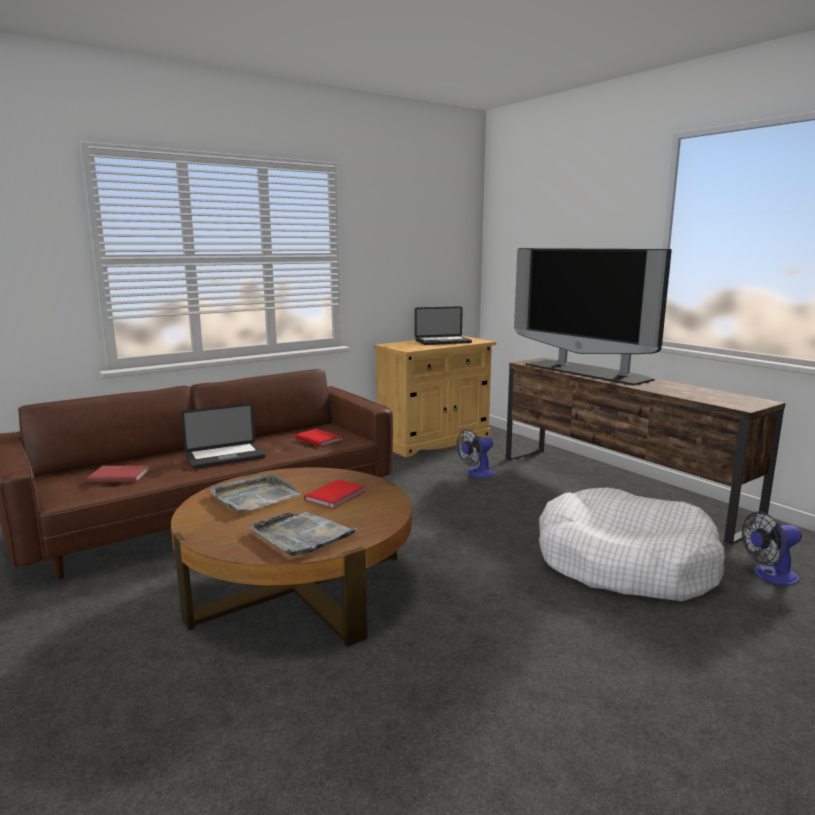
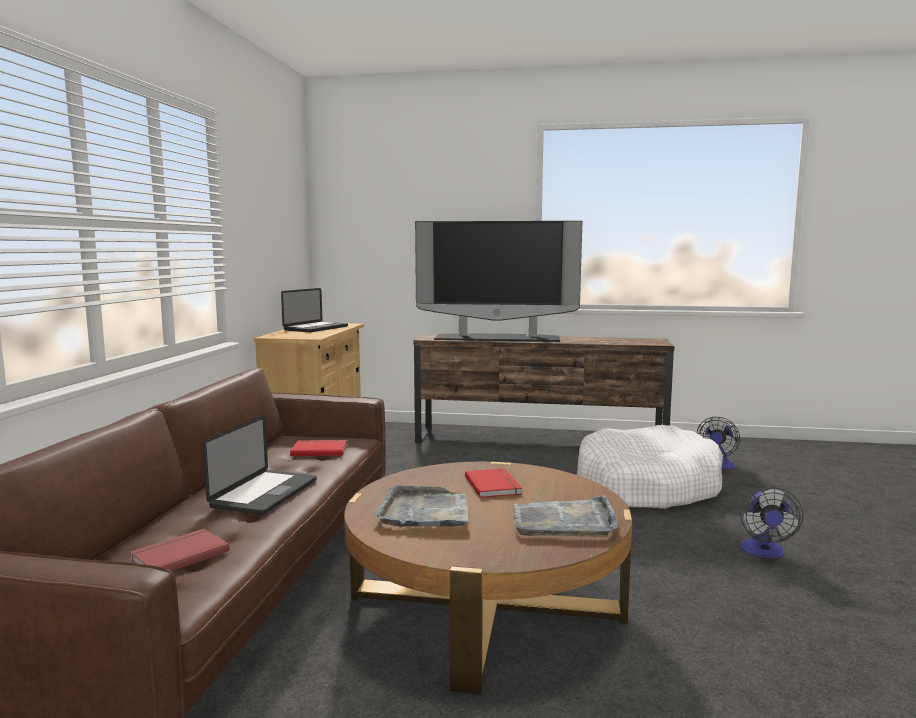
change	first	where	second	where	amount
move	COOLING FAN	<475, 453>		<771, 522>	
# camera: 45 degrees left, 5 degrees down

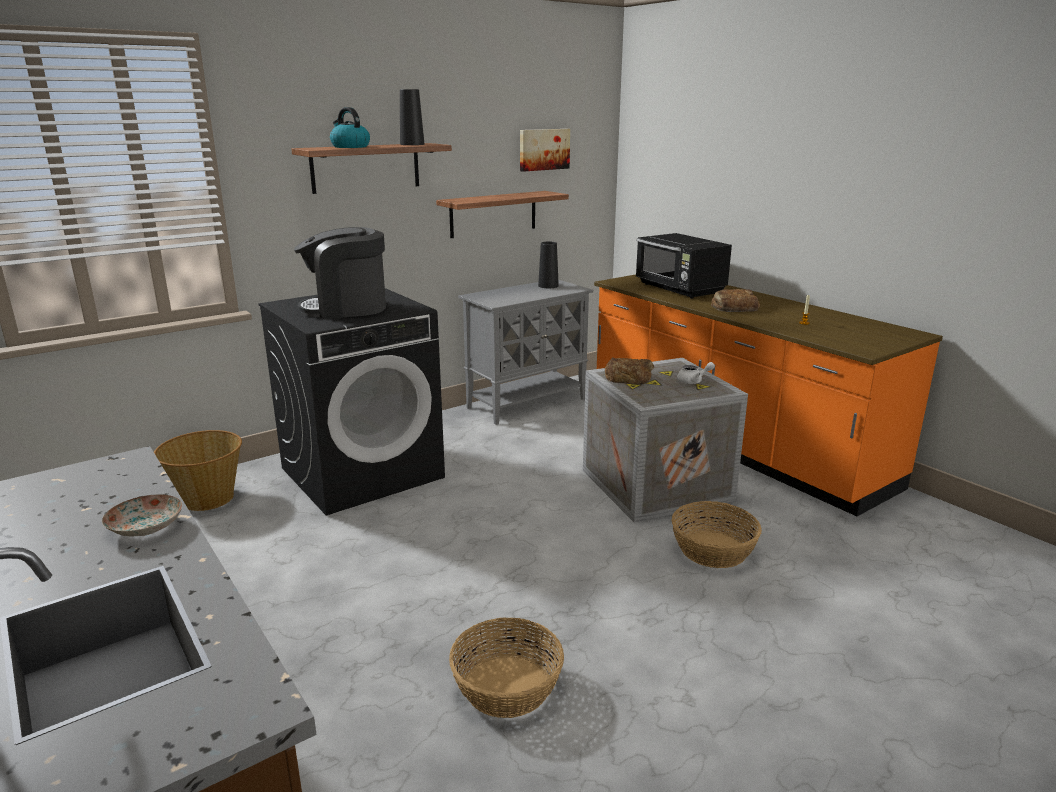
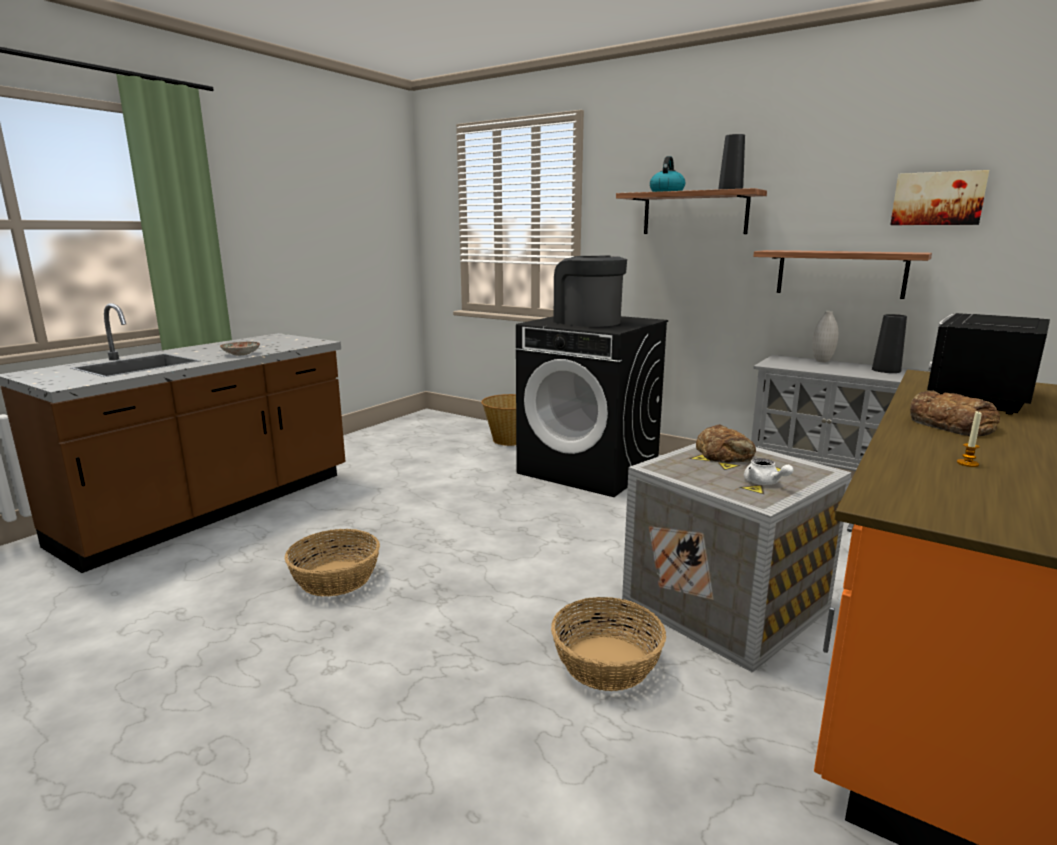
change	first	where	second	where	amount
insert			WHITE-COLOURED DECORATIVE VASE	<825, 336>	
# camera: 70 degrees right, 5 degrees down

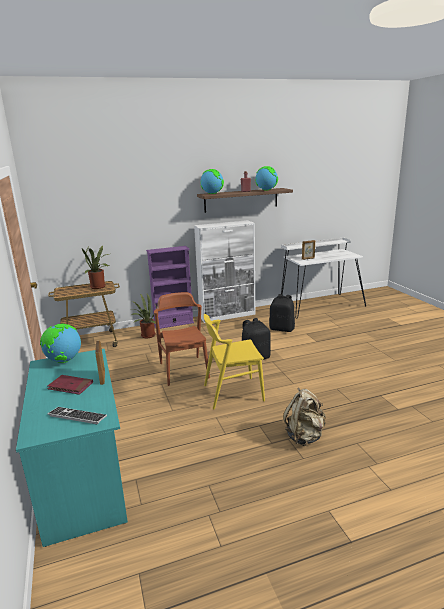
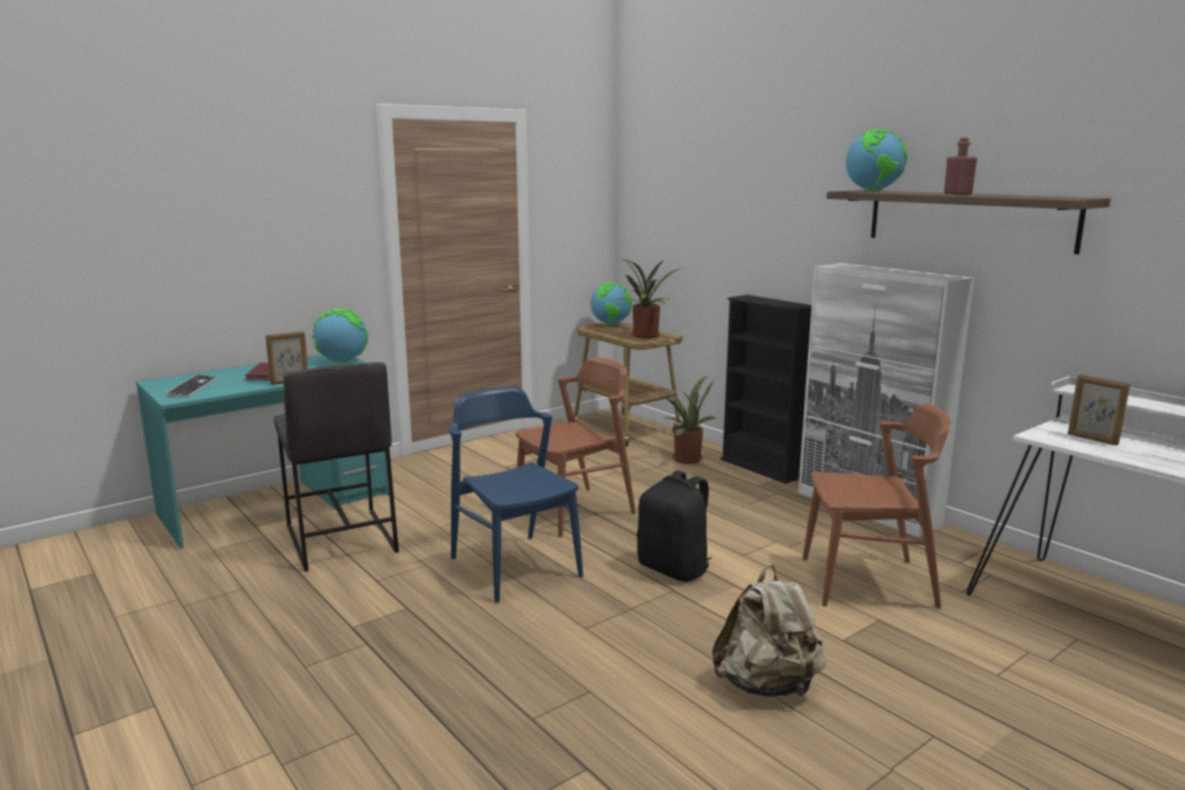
change	first	where	second	where	amount
recolor	PURPLE-COLOURED BOOKCASE	<170, 287>	BLACKISH BOOKCASE	<766, 389>	
recolor	YELLOW PLAIN CHAIR	<234, 361>	BLUISH PLAIN CHAIR	<516, 494>	
move	WORLD GLOBE	<266, 178>		<611, 303>	
replace	BLACKISH RUCKSACK	<282, 313>	BROWNISH PLAIN CHAIR	<877, 506>	
move	SAND-COLOURED RUCKSACK	<304, 417>		<769, 631>	
insert			GREYISH STOOL	<336, 467>	
# camera: 70 degrees right, 5 degrees down

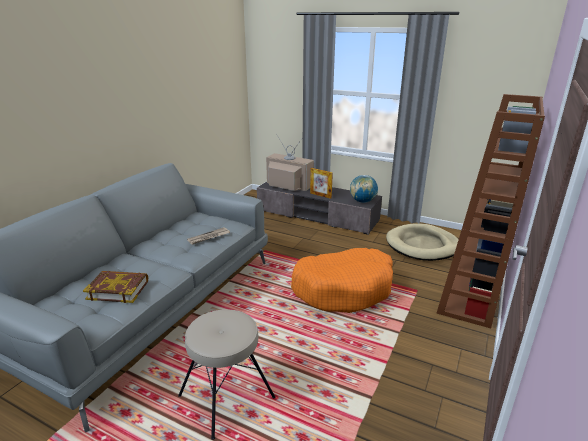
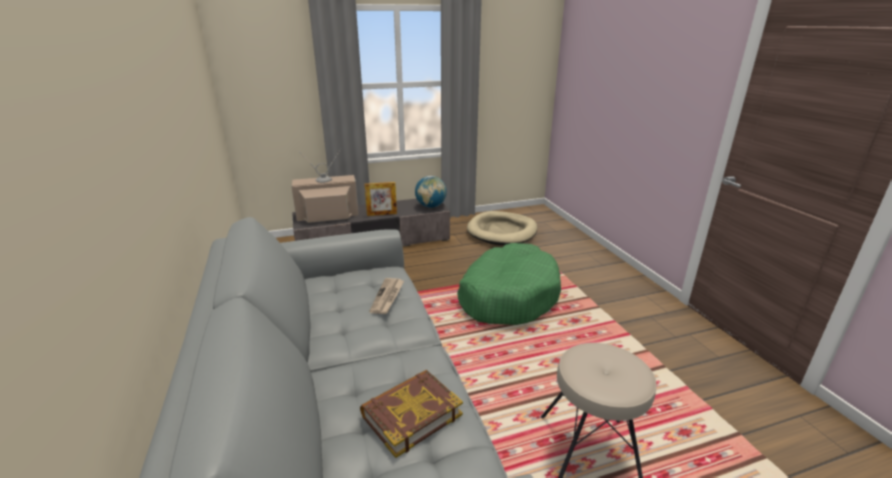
change	first	where	second	where	amount
recolor	ORANGE PET BED	<342, 280>	GREEN-COLOURED PET BED	<509, 284>	
delete	BROWNISH BOOKCASE	<491, 211>			
# camera: 45 degrees left, 0 degrees up

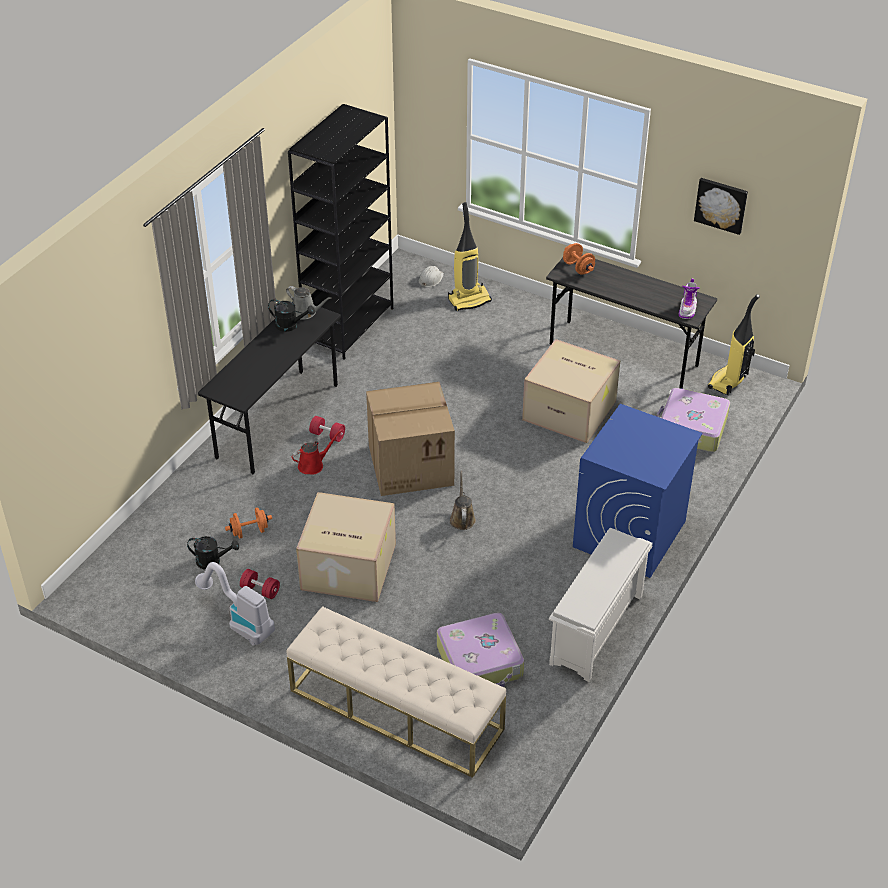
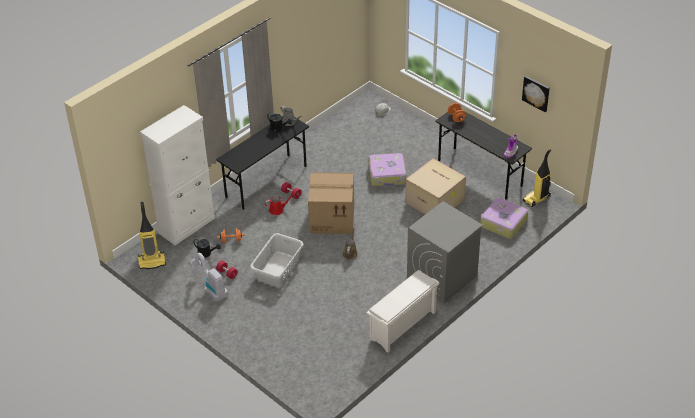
change	first	where	second	where	amount
delete	SAND-COLOURED INDOOR BENCH	<396, 692>			
delete	BLACKISH BOOKCASE	<340, 232>			
replace	CARTON	<346, 547>	GREYISH LAUNDRY BASKET	<277, 260>	
move	PIECE OF LUGGAGE	<480, 650>		<387, 169>	
move	VACUUM	<470, 256>		<152, 235>	
recolor	BLUISH LAUNDRY APPLIANCE	<637, 491>	GREYISH LAUNDRY APPLIANCE	<445, 252>	
insert			WHITE-COLOURED CABINET	<177, 175>	
# camera: 15 degrees right, 0 degrees up

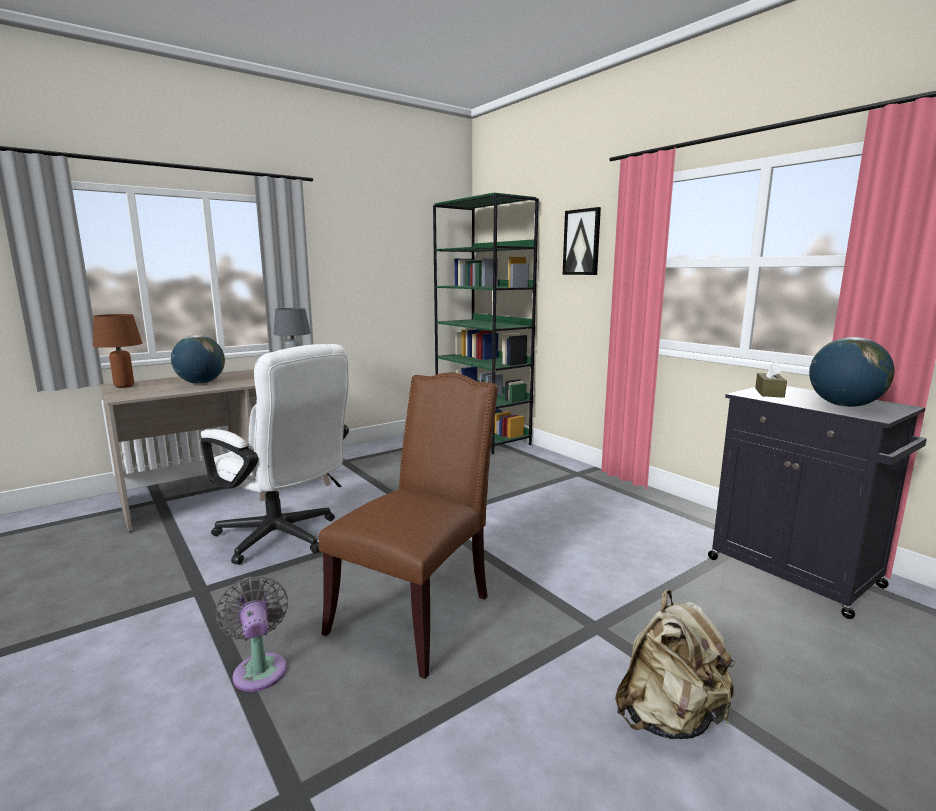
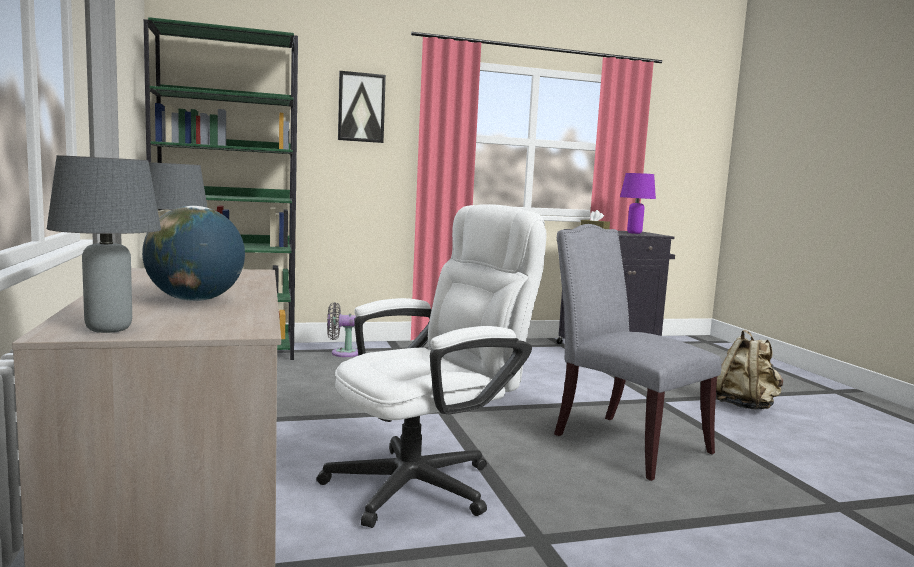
change	first	where	second	where	amount
recolor	BROWNISH TABLETOP LAMP	<117, 351>	GREYISH TABLETOP LAMP	<104, 244>	
move	GREYISH COOLING FAN	<252, 634>		<342, 329>	
recolor	BROWNISH PLAIN CHAIR	<408, 525>	GREYISH PLAIN CHAIR	<638, 352>	
replace	WORLD GLOBE	<851, 372>	PURPLE-COLOURED TABLETOP LAMP	<638, 203>	
# camera: 70 degrees left, 5 degrees down

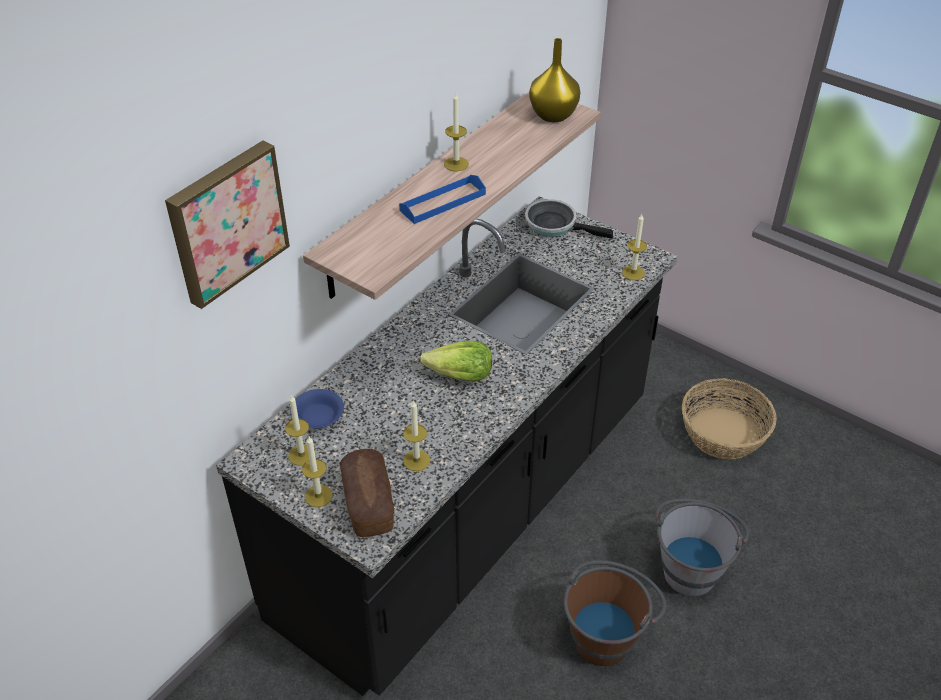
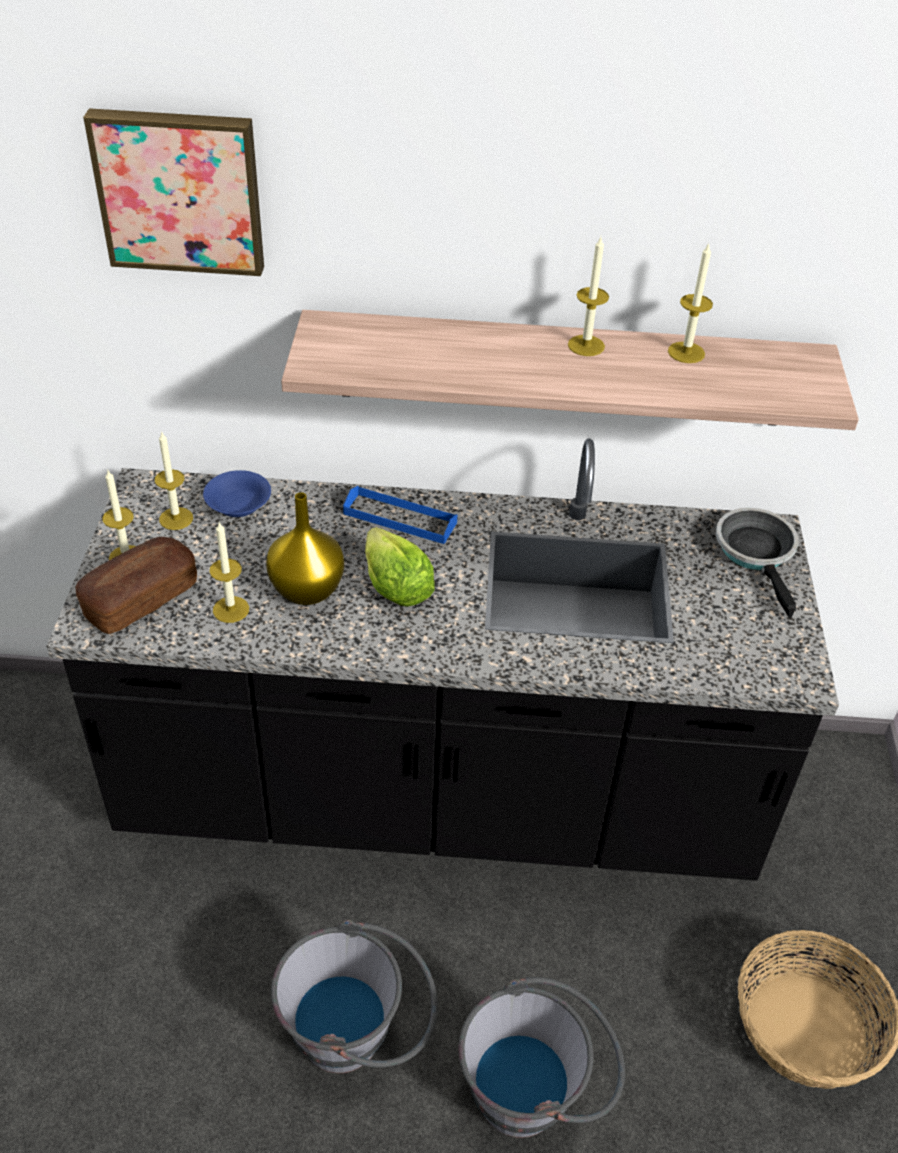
change	first	where	second	where	amount
move	BLUISH CARRYING TRAY	<442, 199>		<400, 515>	
move	YELLOW DECORATIVE VASE	<554, 80>		<305, 548>	
recolor	BROWNISH BUCKET	<615, 613>	GREYISH BUCKET	<354, 996>	
move	CANDLE	<634, 247>		<690, 303>	
# camera: 55 degrees right, 0 degrees up

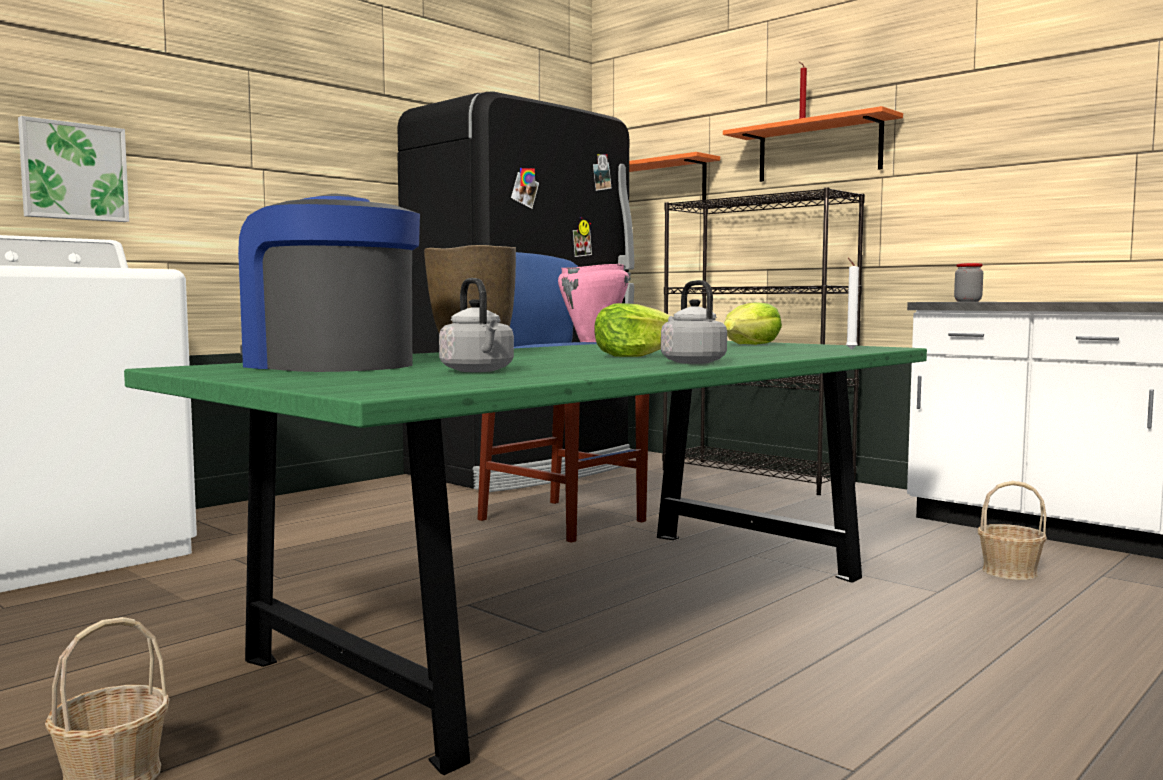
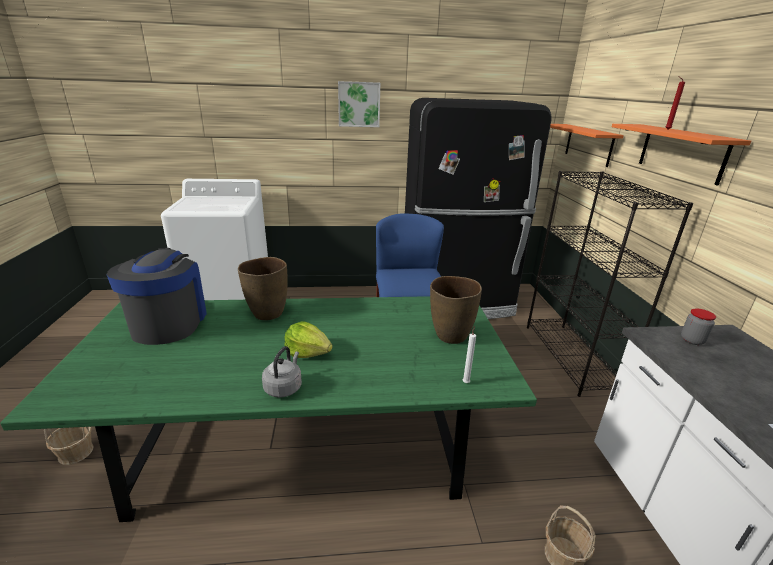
change	first	where	second	where	amount
move	PICTURE	<73, 169>		<359, 104>	
delete	GREYISH WATER KETTLE	<476, 325>			
delete	PINKISH SAUCEPOT	<593, 303>			
replace	LETTUCE	<753, 323>	BROWNISH DECORATIVE VASE	<456, 310>	
# camera: 40 degrees right, 20 degrees up

